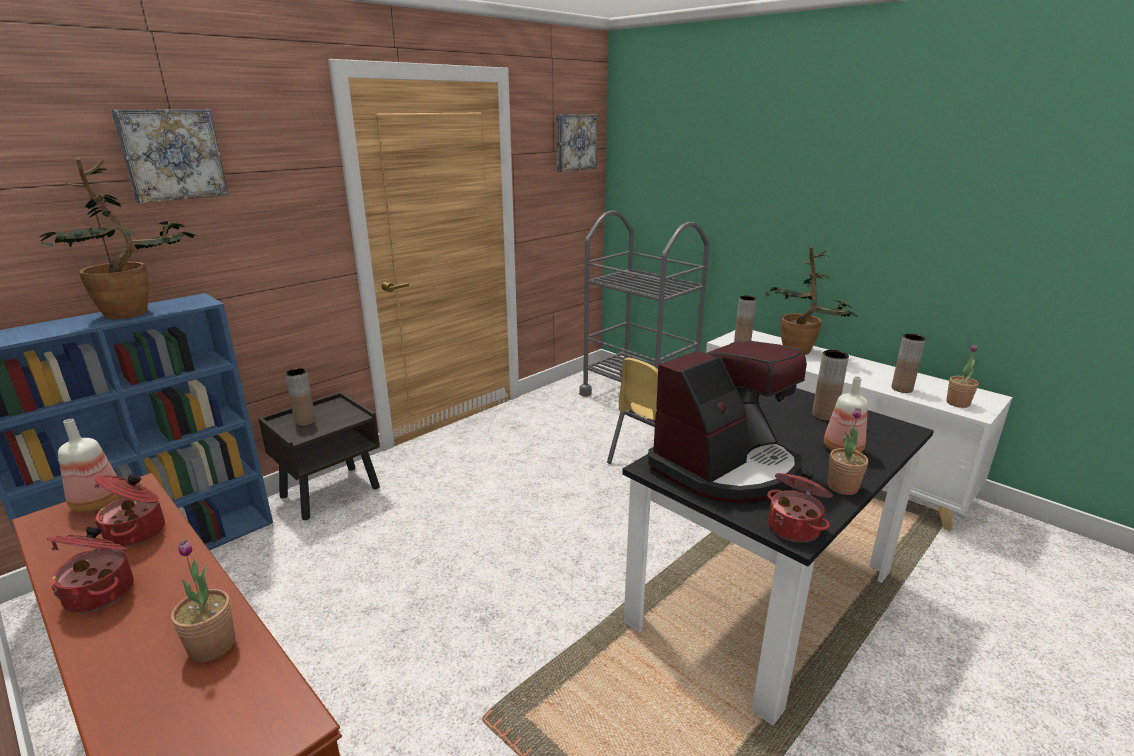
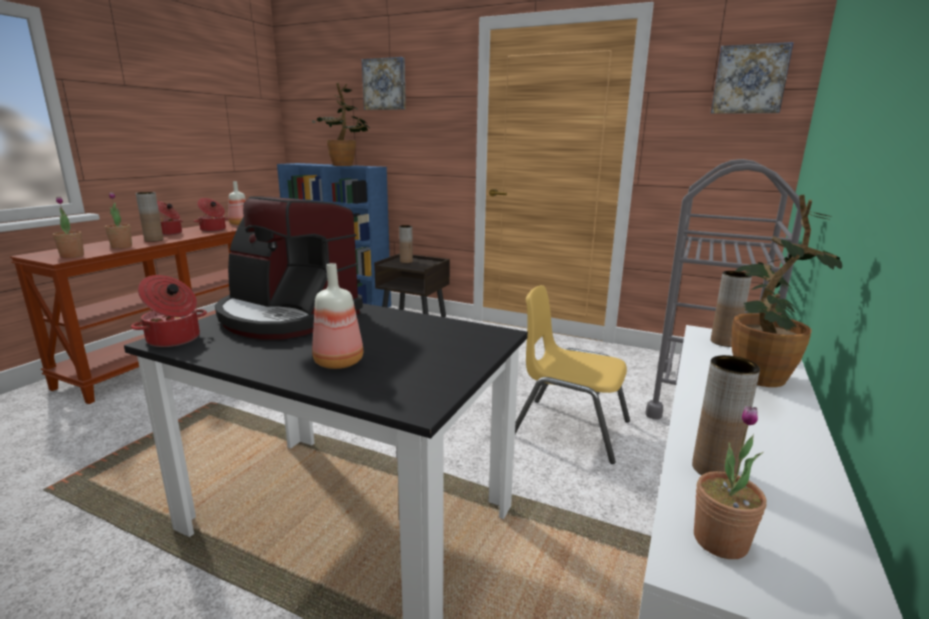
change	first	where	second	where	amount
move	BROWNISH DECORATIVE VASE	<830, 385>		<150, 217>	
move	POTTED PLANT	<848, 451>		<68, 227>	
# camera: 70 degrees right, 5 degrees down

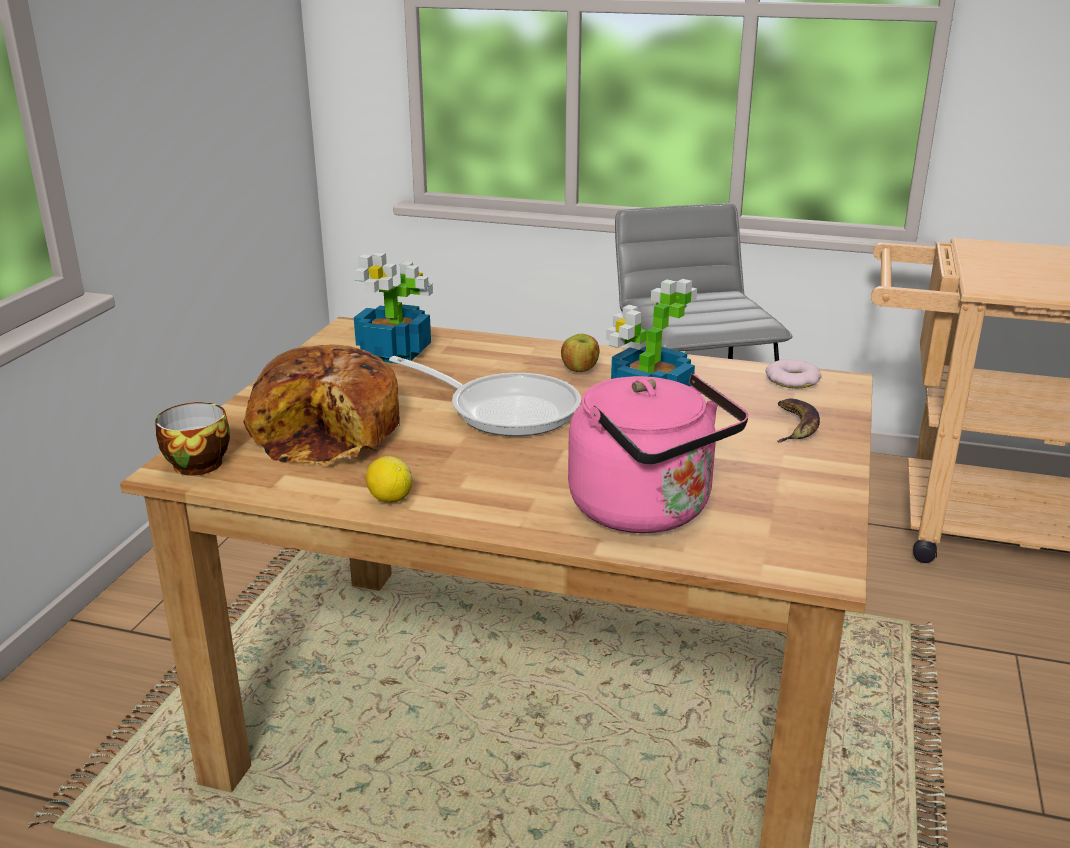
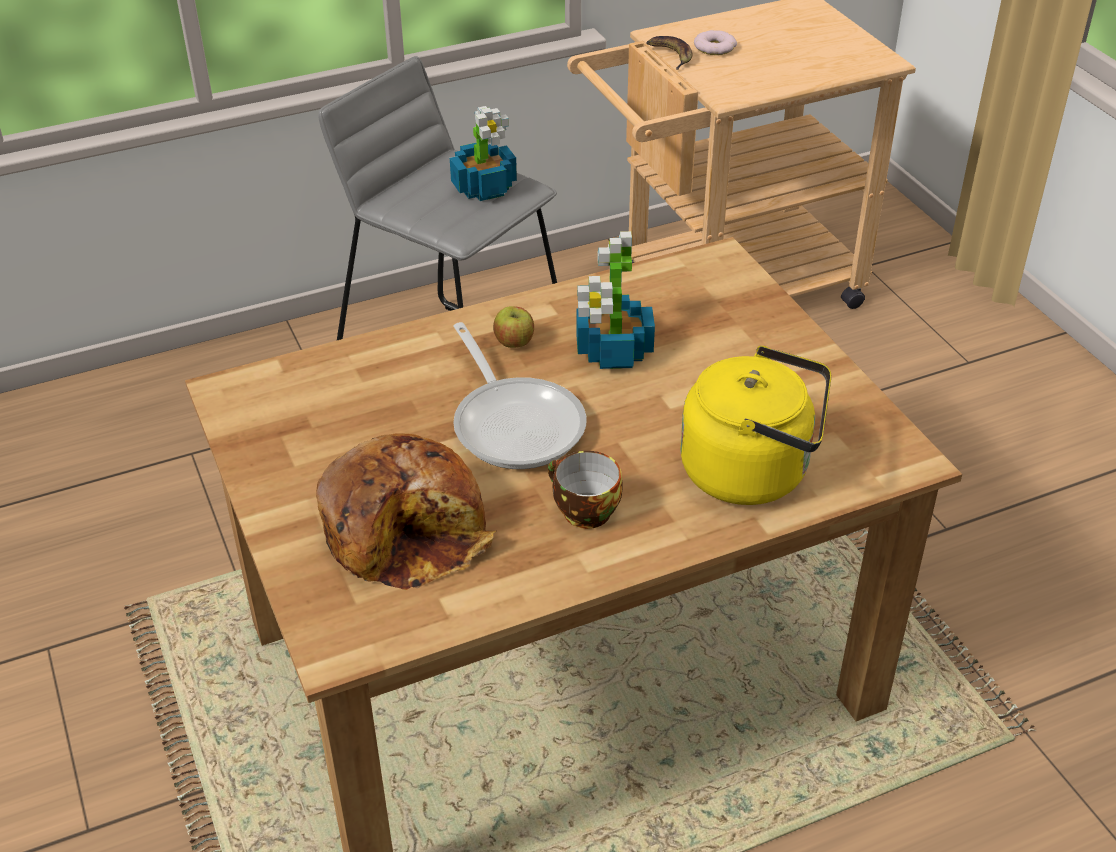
change	first	where	second	where	amount
move	SMALL CUP	<192, 439>		<585, 490>	
move	POTTED PLANT	<393, 308>		<483, 153>	
delete	LEMON	<389, 479>			
rotate	SKILLET	<485, 396>		<520, 395>	75 degrees clockwise
recolor	PINKISH WATER KETTLE	<658, 453>	YELLOW WATER KETTLE	<755, 425>	
move	RING DOUGHNUT	<794, 373>		<715, 42>	
move	BANANA FRUIT	<798, 421>		<669, 53>	
# camera: 40 degrees left, 15 degrees up

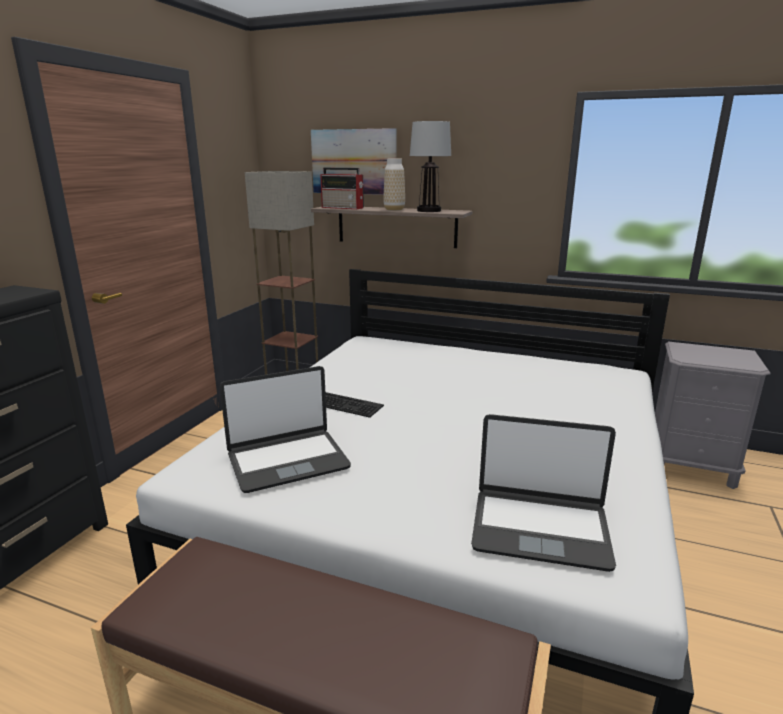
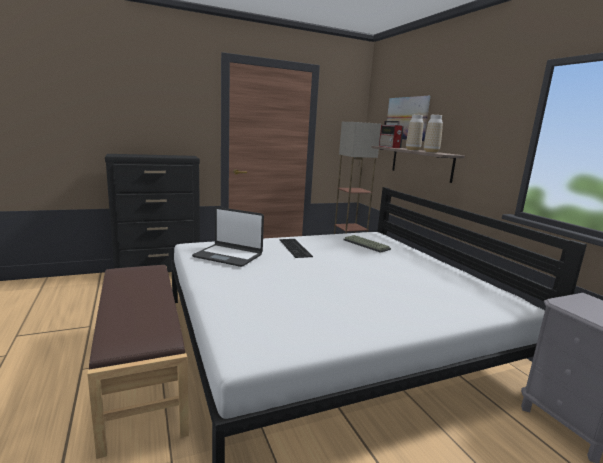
change	first	where	second	where	amount
replace	TABLETOP LAMP	<430, 166>	DECORATIVE VASE	<433, 134>	
delete	NOTEBOOK COMPUTER	<543, 493>			
insert			PC KEYBOARD	<367, 244>	
# camera: 45 degrees right, 5 degrees down

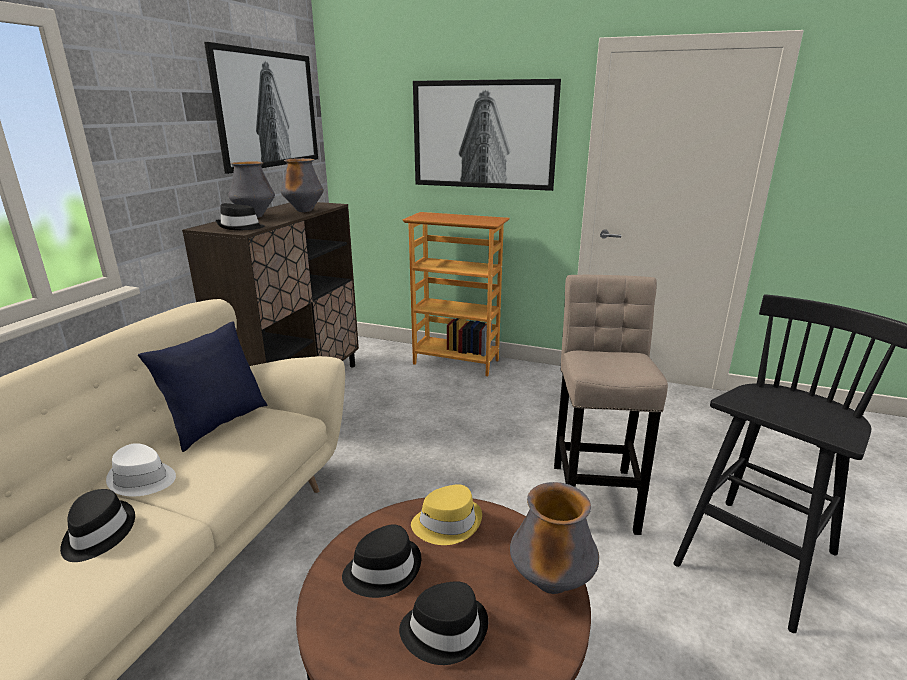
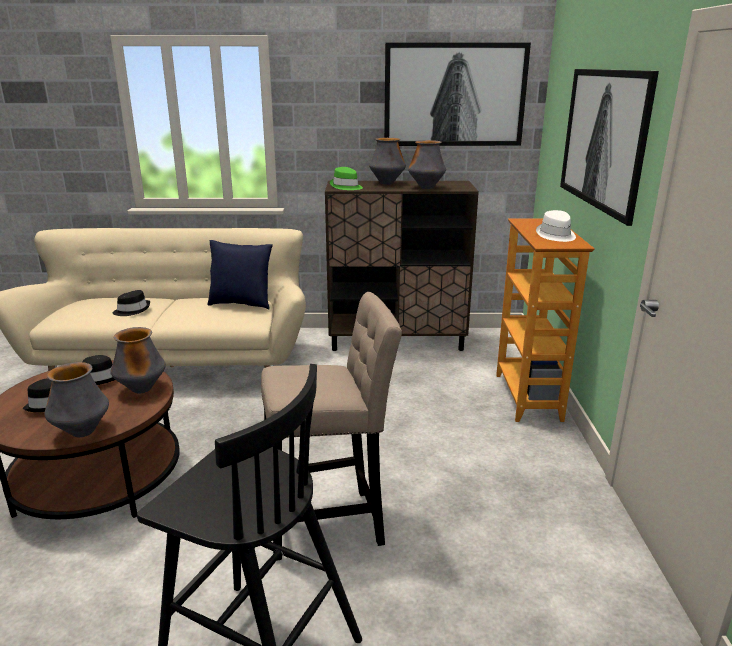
change	first	where	second	where	amount
move	WHITE-COLOURED WEARABLE HAT	<141, 469>		<556, 226>	
recolor	BLACKISH WEARABLE HAT	<240, 216>	GREEN-COLOURED WEARABLE HAT	<346, 178>	
replace	YELLOW WEARABLE HAT	<446, 514>	DECORATIVE VASE	<138, 360>	
# camera: 70 degrees right, 0 degrees up

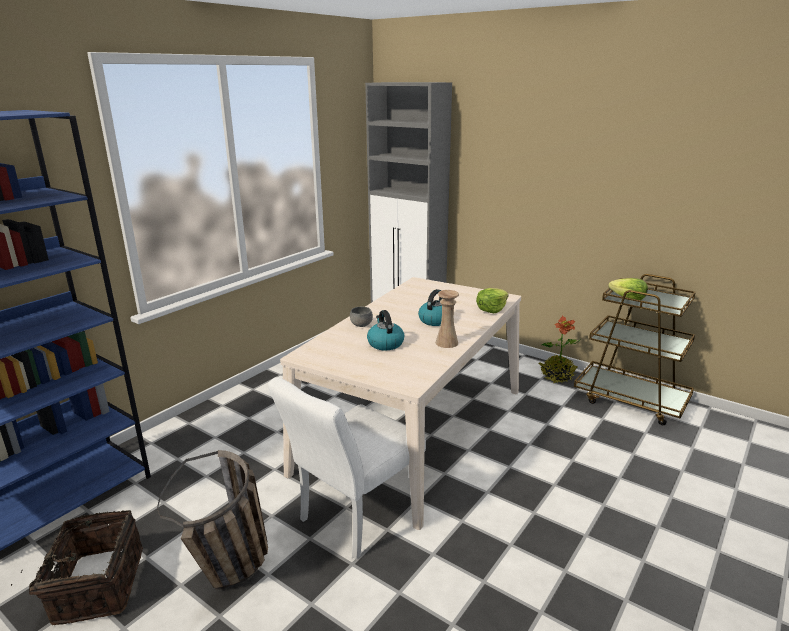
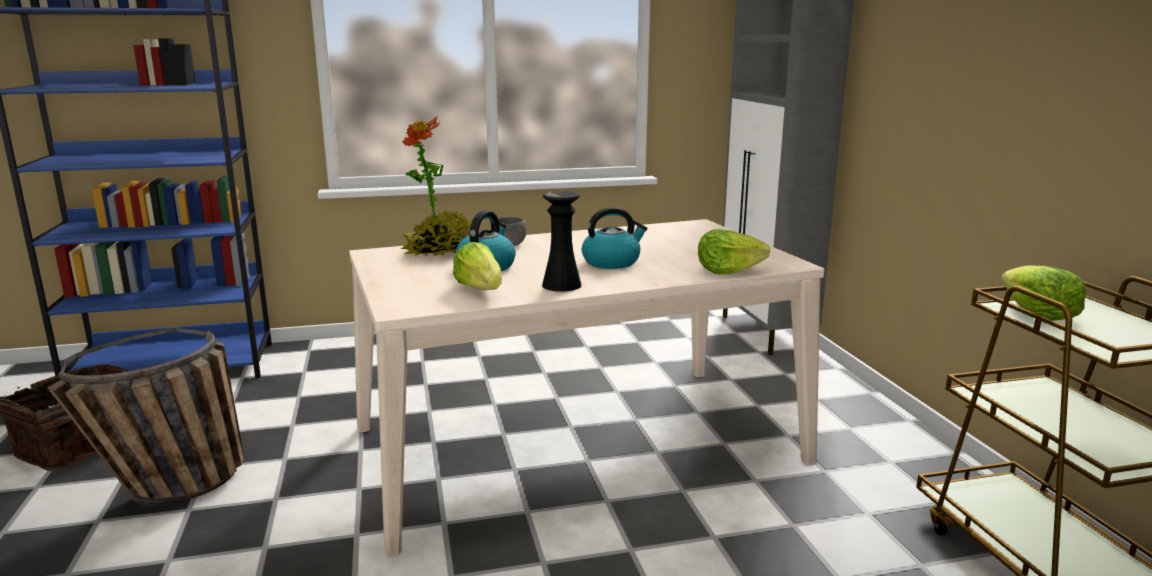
change	first	where	second	where	amount
delete	WHITE-COLOURED PLAIN CHAIR	<347, 468>			
recolor	SAND-COLOURED DECORATIVE VASE	<447, 319>	BLACKISH DECORATIVE VASE	<562, 241>	
move	POTTED PLANT	<560, 349>		<437, 187>	
insert			LETTUCE	<477, 266>	
# camera: 40 degrees right, 5 degrees down

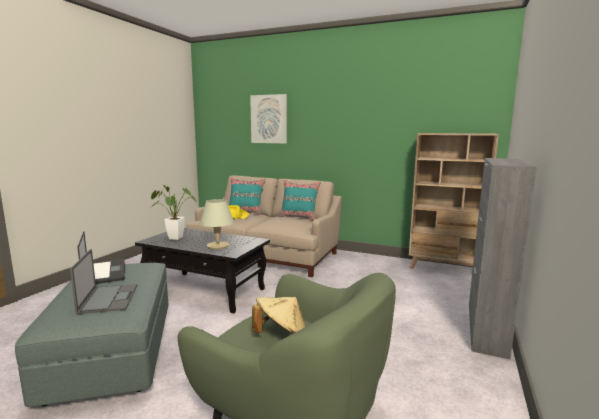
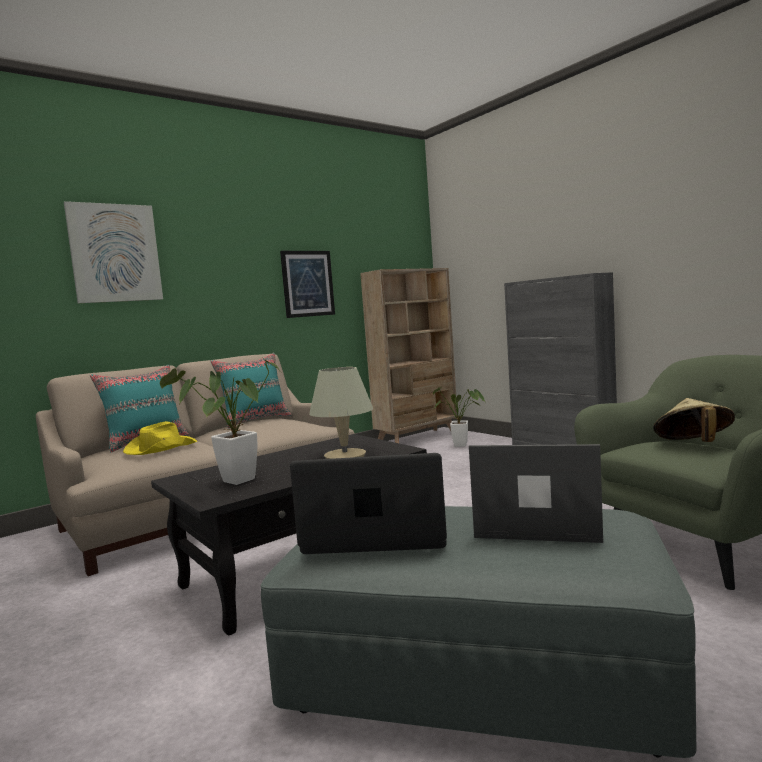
change	first	where	second	where	amount
insert			PICTURE	<307, 284>	
insert			POTTED PLANT	<459, 417>	
# camera: 60 degrees left, 5 degrees down

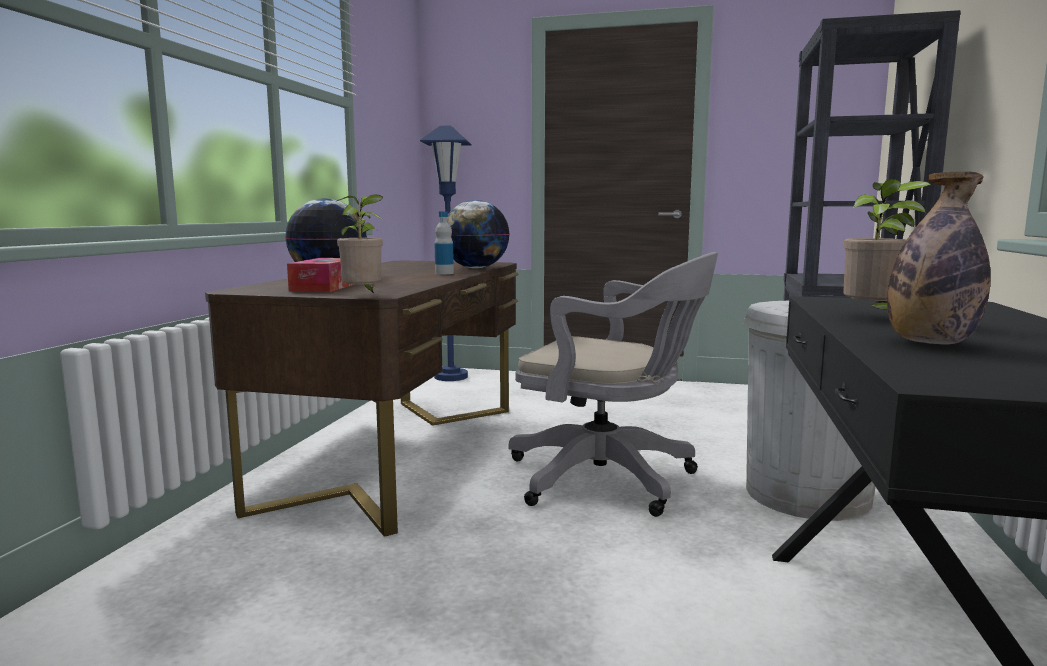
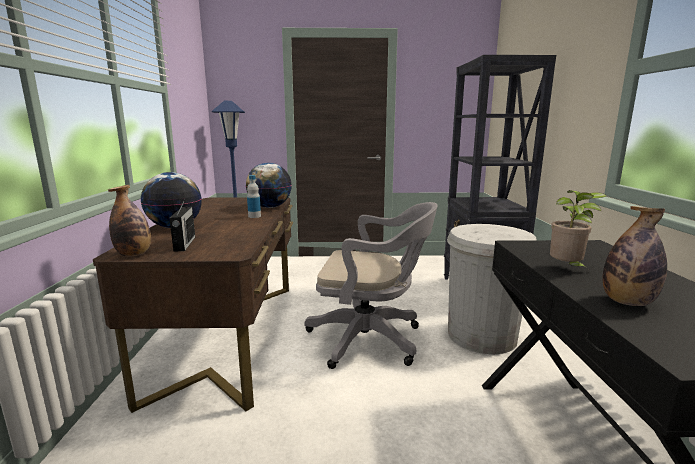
change	first	where	second	where	amount
replace	BOX OF TISSUES	<321, 275>	RADIO	<182, 226>	
delete	POTTED PLANT	<359, 243>			
insert			BOTTLE	<129, 221>	
# camera: 15 degrees left, 5 degrees up

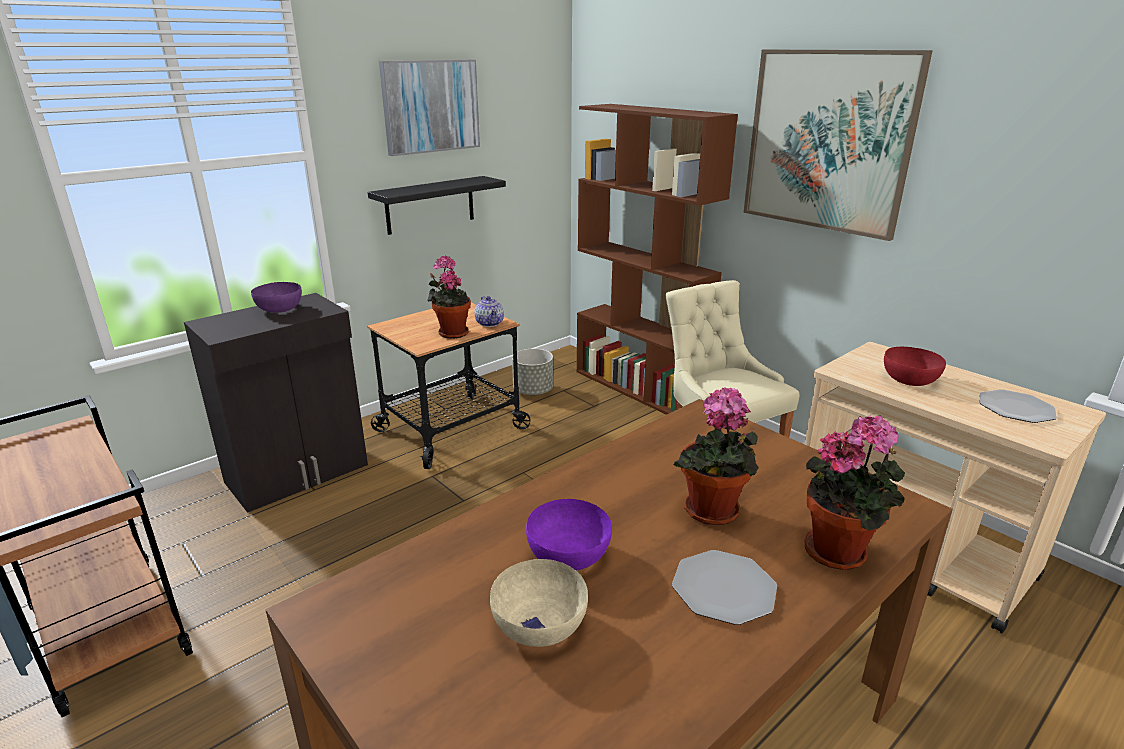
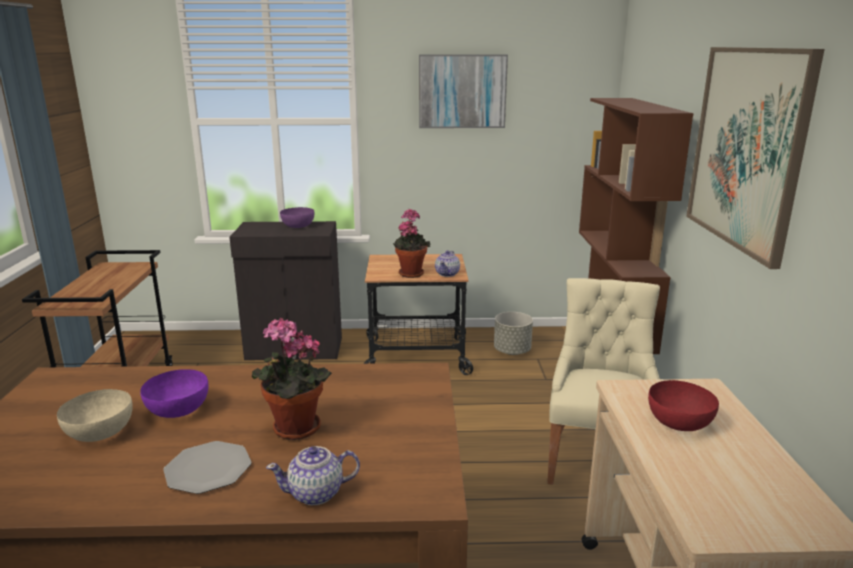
change	first	where	second	where	amount
delete	BLACKISH BRACKET SHELF	<437, 205>			
replace	POTTED PLANT	<855, 492>	POT FOR TEA	<313, 475>	
delete	DINNER PLATE	<1018, 406>			
# camera: 40 degrees right, 5 degrees down

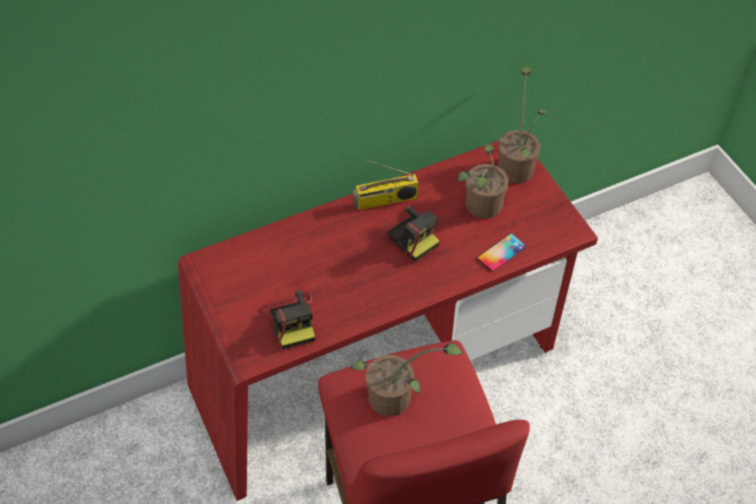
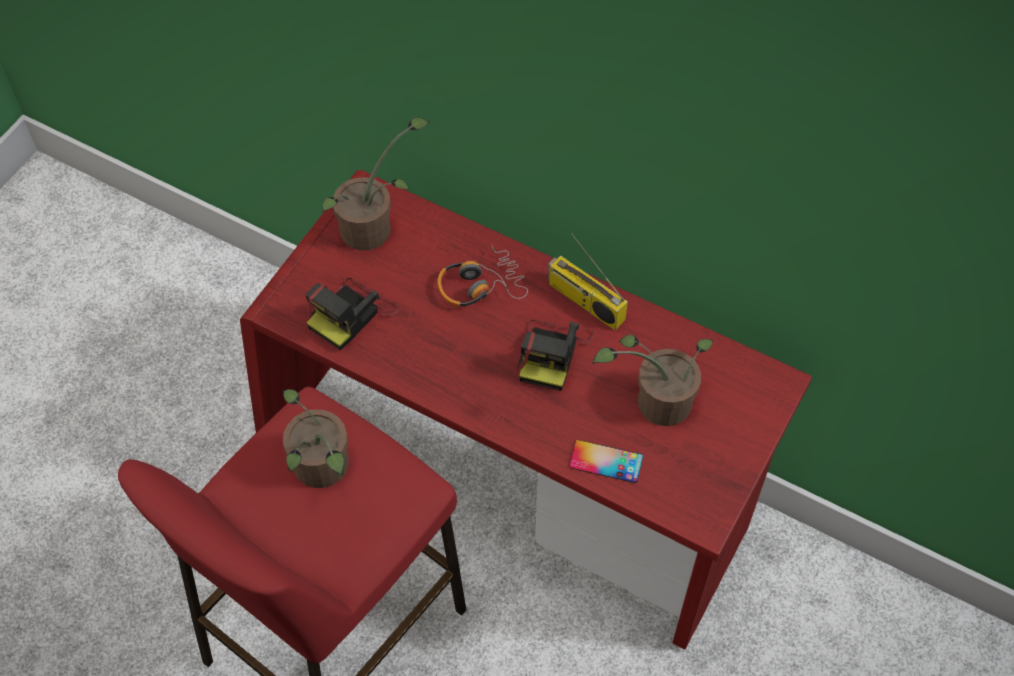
change	first	where	second	where	amount
move	POTTED PLANT	<523, 125>		<376, 184>	
insert			PAIR OF HEADPHONES	<482, 275>	
# camera: 55 degrees right, 5 degrees up

